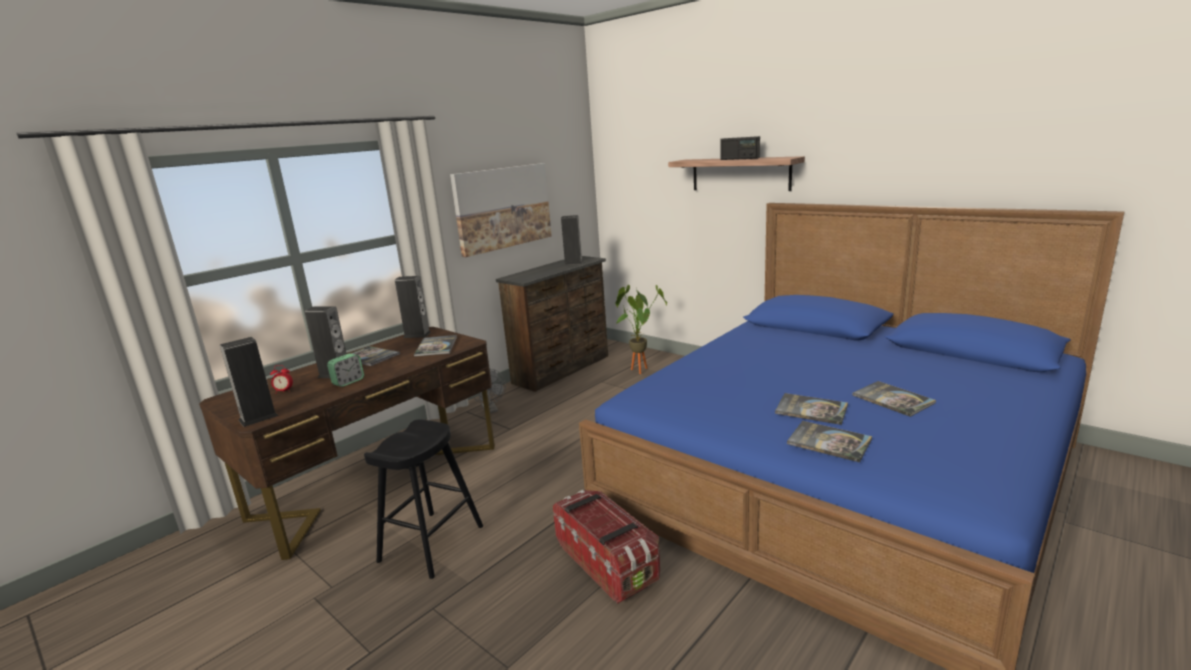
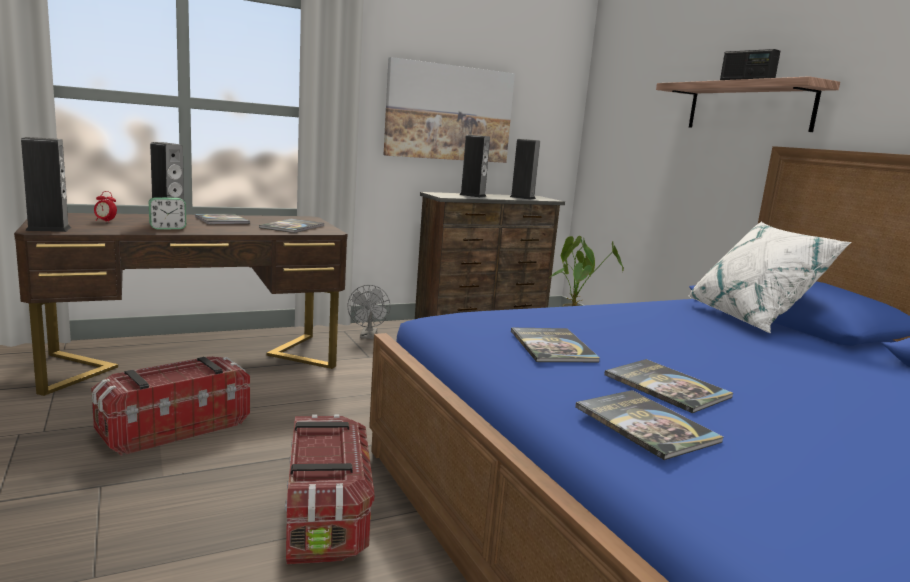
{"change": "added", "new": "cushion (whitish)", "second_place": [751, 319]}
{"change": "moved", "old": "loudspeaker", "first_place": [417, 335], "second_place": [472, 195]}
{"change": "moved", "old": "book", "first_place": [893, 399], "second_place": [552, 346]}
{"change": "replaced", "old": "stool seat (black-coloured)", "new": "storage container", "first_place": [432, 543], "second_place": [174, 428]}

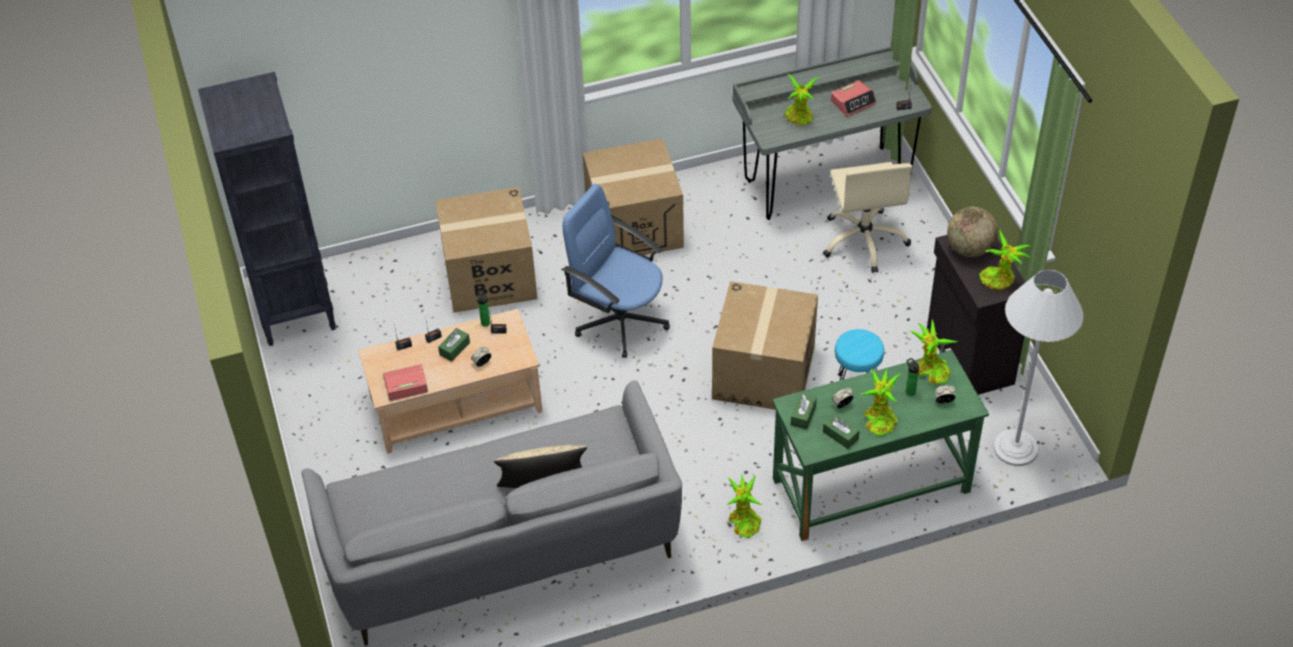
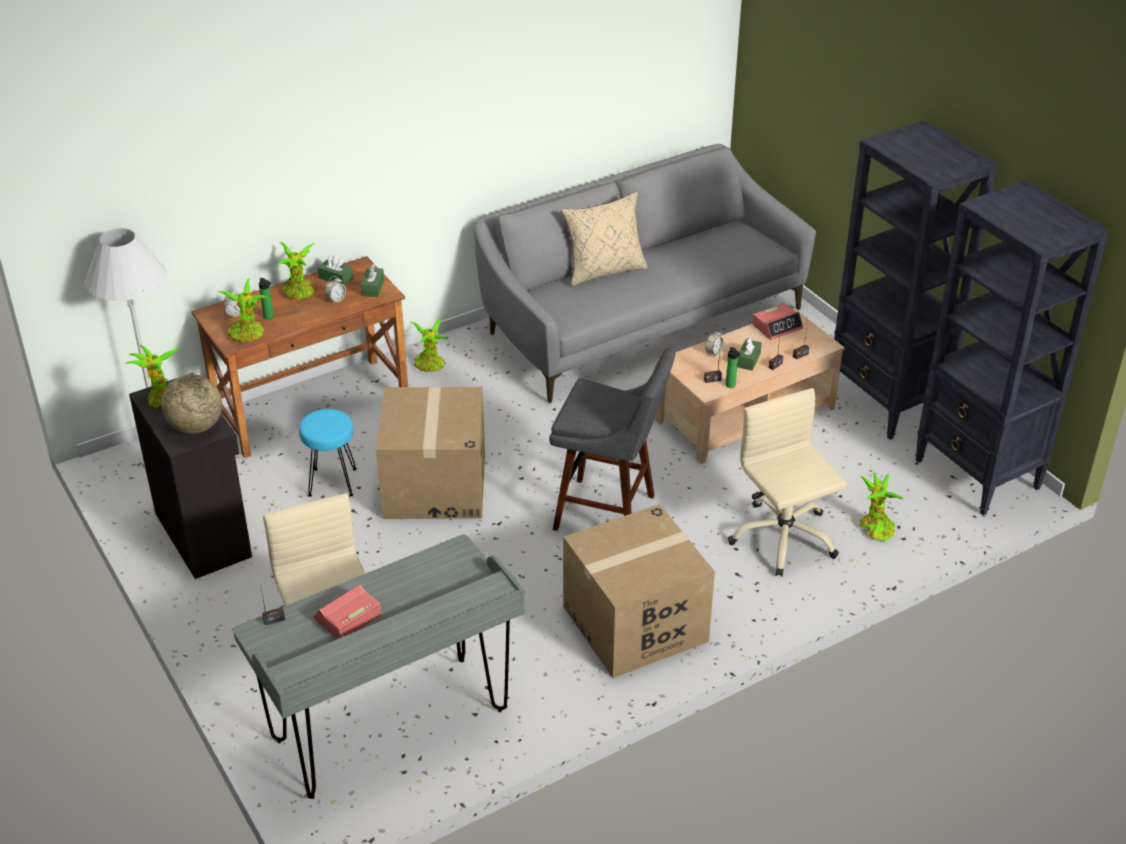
{"change": "added", "new": "bookcase (black-coloured)", "second_place": [887, 404]}
{"change": "moved", "old": "potted plant", "first_place": [799, 118], "second_place": [875, 528]}
{"change": "replaced", "old": "carton", "new": "desk chair (beige)", "first_place": [489, 275], "second_place": [782, 538]}
{"change": "replaced", "old": "desk chair (blue-coloured)", "new": "stool seat (gray)", "first_place": [620, 320], "second_place": [610, 514]}
{"change": "recoloured", "old": "desk unit (green)", "new": "desk unit (brownish)", "first_place": [871, 486], "second_place": [312, 406]}

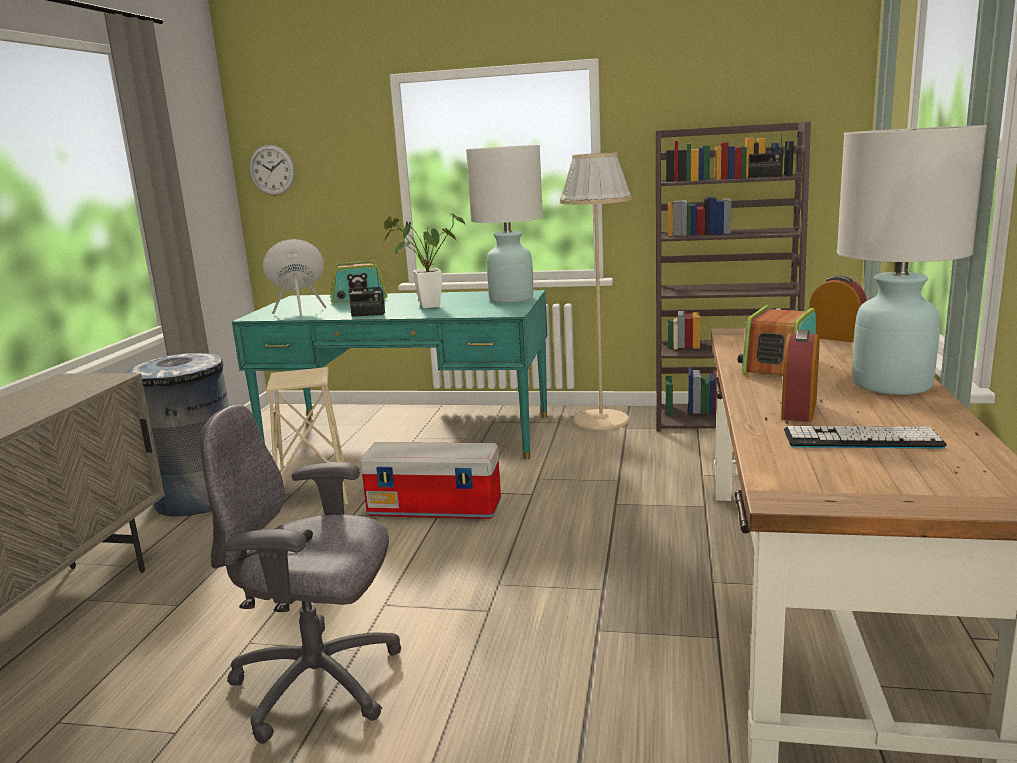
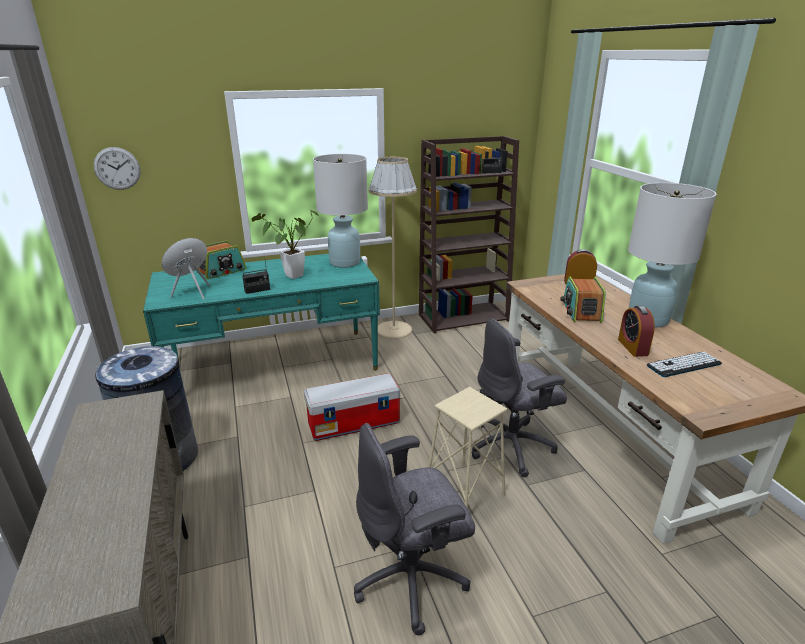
{"change": "added", "new": "desk chair (gray)", "second_place": [512, 446]}
{"change": "moved", "old": "stool seat (beige)", "first_place": [313, 494], "second_place": [464, 493]}

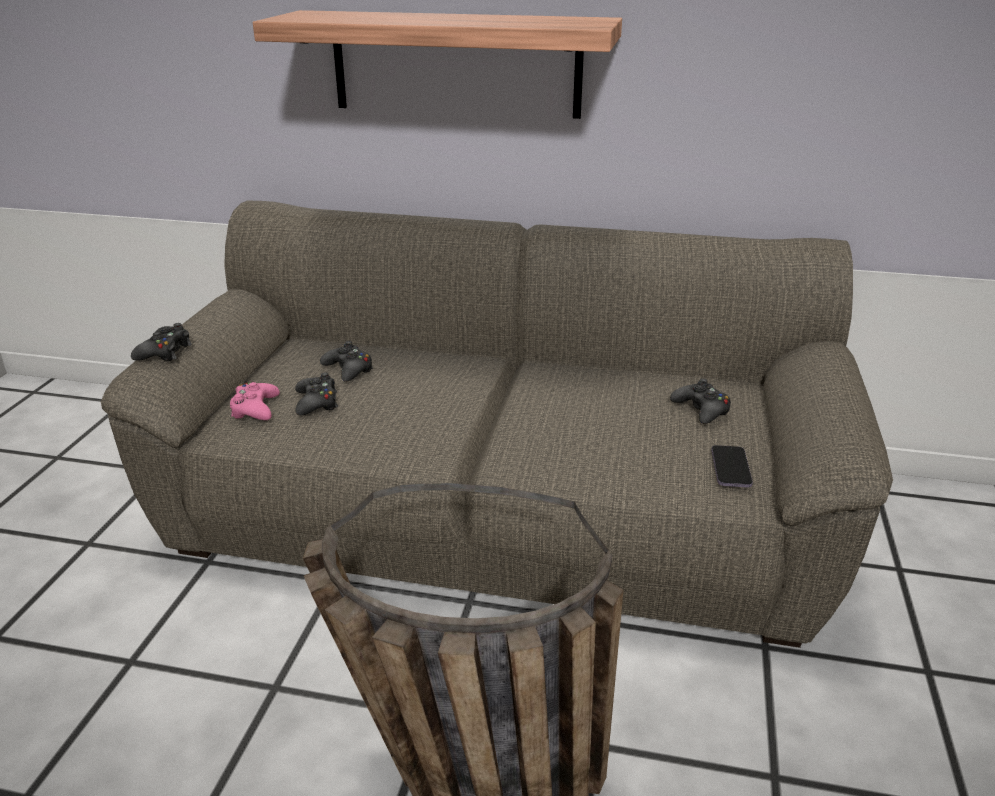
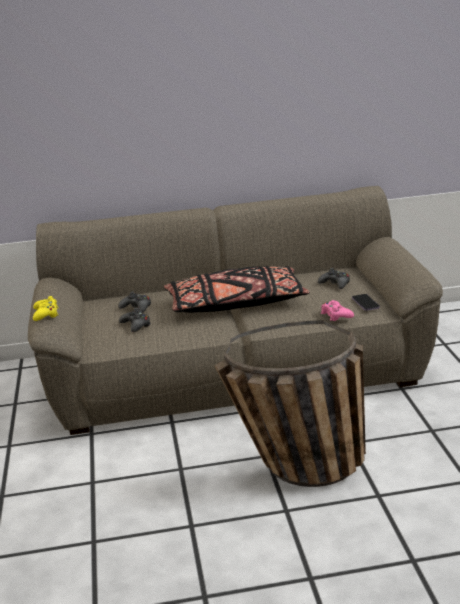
{"change": "removed", "old": "shelf", "first_place": [456, 64]}
{"change": "added", "new": "cushion (black-coloured)", "second_place": [235, 304]}
{"change": "moved", "old": "gamepad (pinkish)", "first_place": [255, 409], "second_place": [336, 315]}
{"change": "recoloured", "old": "gamepad (black-coloured)", "new": "gamepad (yellowish)", "first_place": [164, 352], "second_place": [46, 314]}

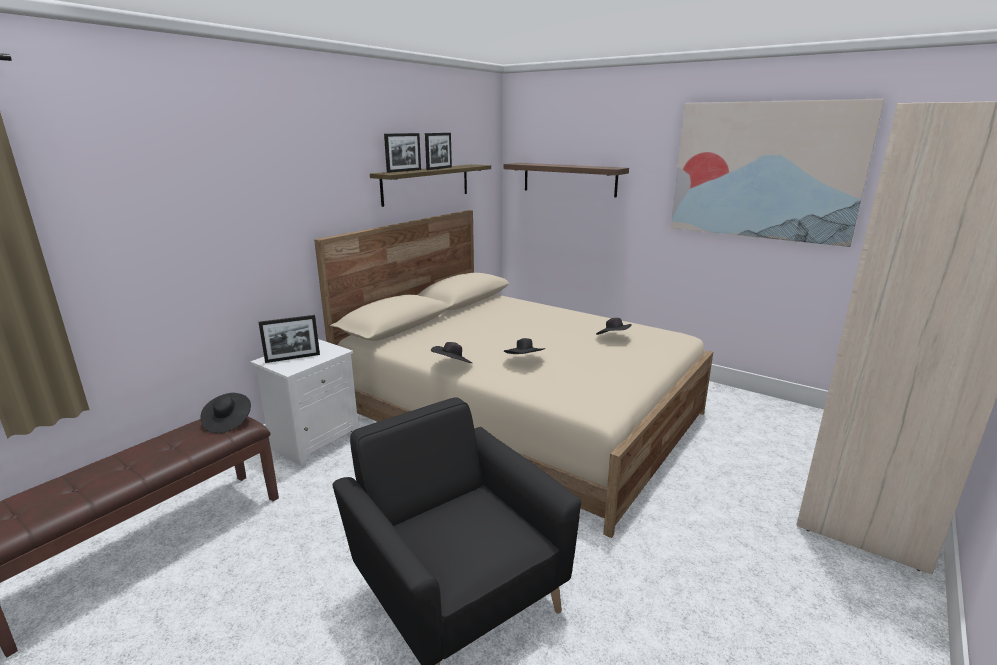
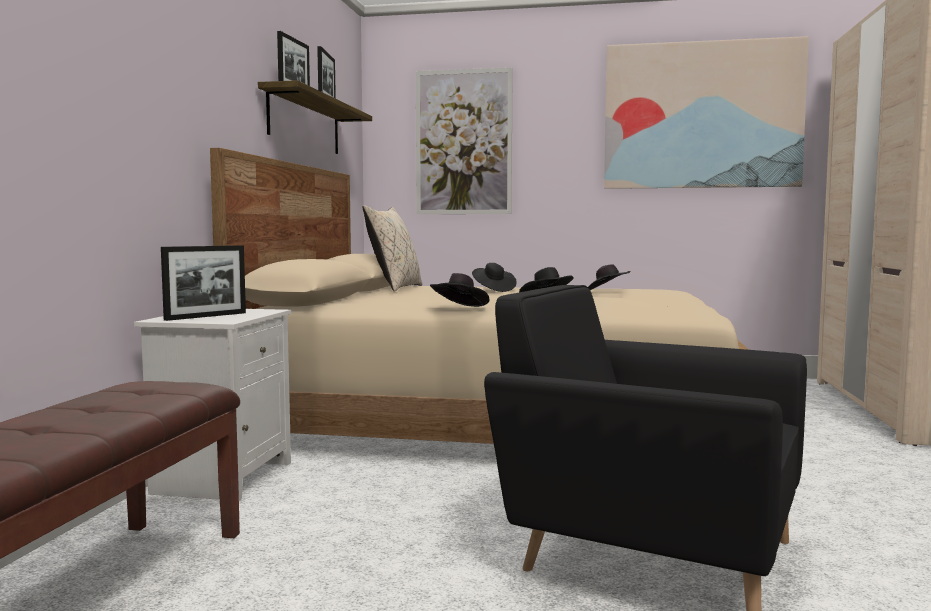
{"change": "added", "new": "cushion (beige)", "second_place": [394, 288]}
{"change": "moved", "old": "wearable hat (black-coloured)", "first_place": [228, 422], "second_place": [493, 290]}
{"change": "replaced", "old": "shelf", "new": "wall picture", "first_place": [569, 179], "second_place": [463, 142]}

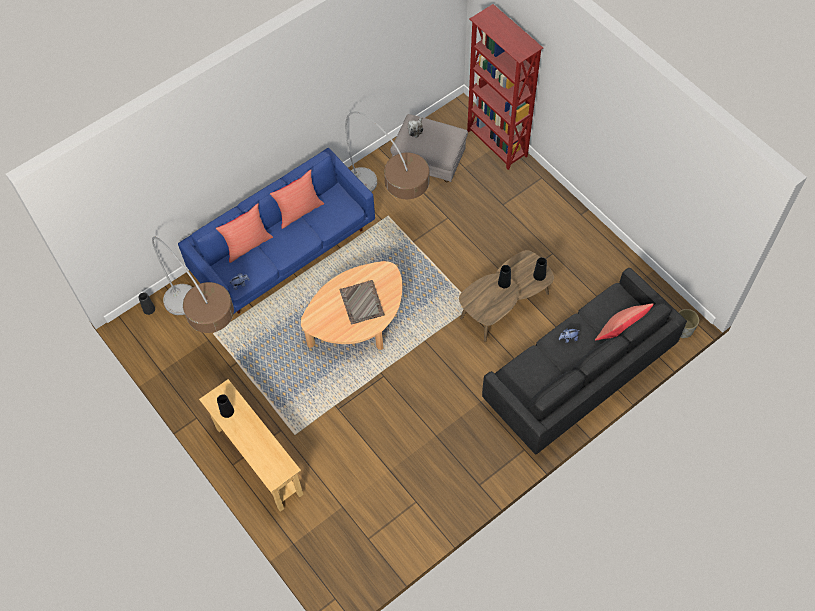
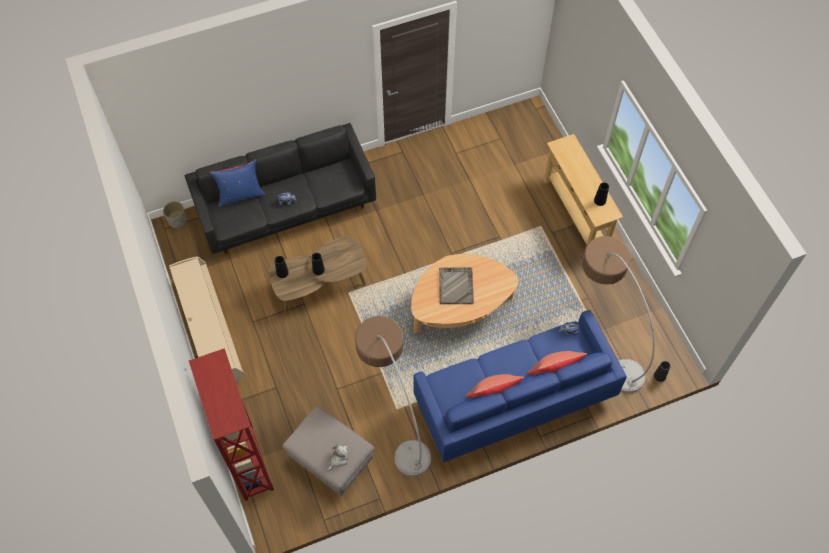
{"change": "added", "new": "media console (beige)", "second_place": [210, 330]}
{"change": "recoloured", "old": "cushion (red-coloured)", "new": "cushion (blue-coloured)", "first_place": [620, 332], "second_place": [240, 195]}

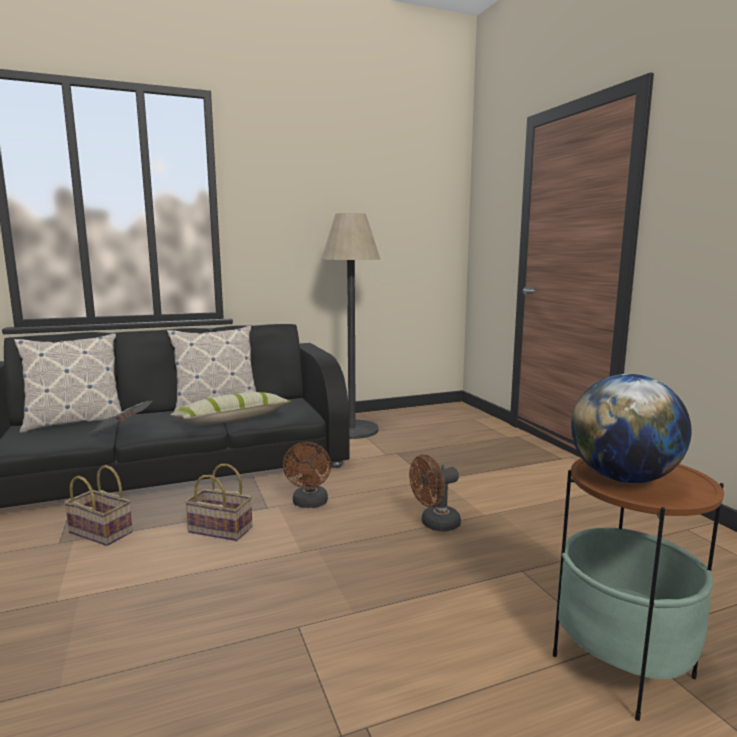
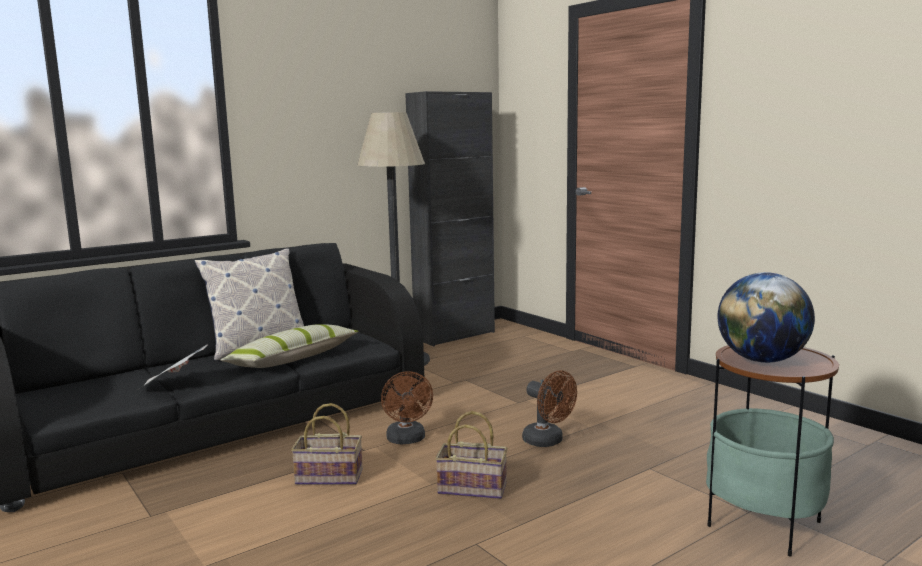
{"change": "removed", "old": "cushion", "first_place": [75, 422]}
{"change": "added", "new": "storage cabinet (black-coloured)", "second_place": [454, 335]}
{"change": "moved", "old": "household basket", "first_place": [103, 532], "second_place": [474, 488]}
{"change": "turned", "old": "fan (brownish)", "first_place": [435, 524], "second_place": [548, 441], "degrees": -90}

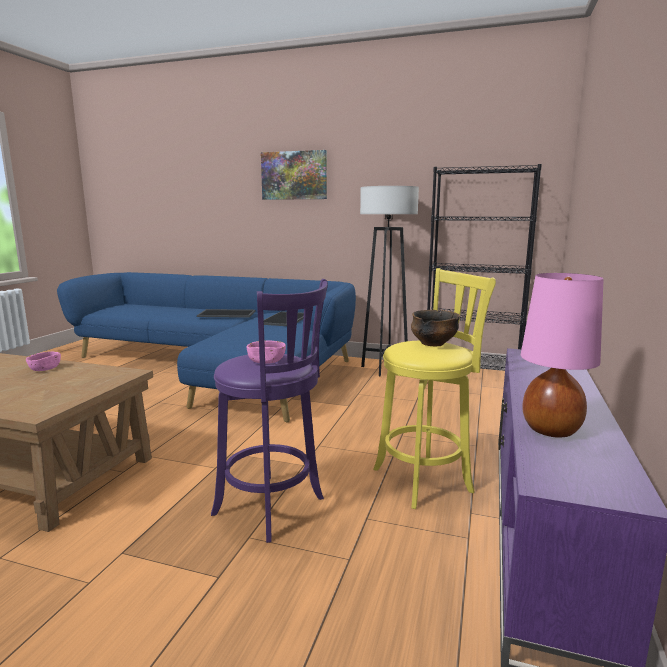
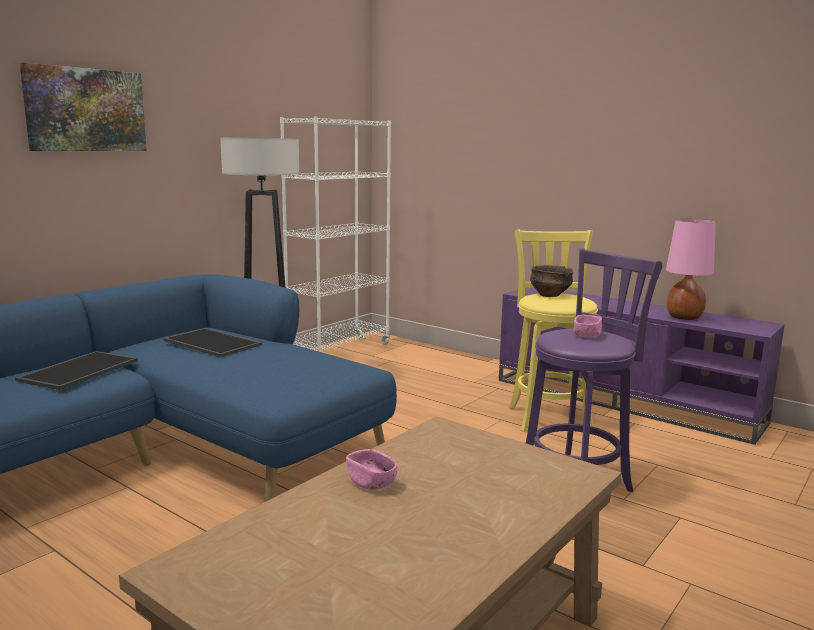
{"change": "recoloured", "old": "bookcase (black-coloured)", "new": "bookcase (whitish)", "first_place": [471, 375], "second_place": [339, 351]}

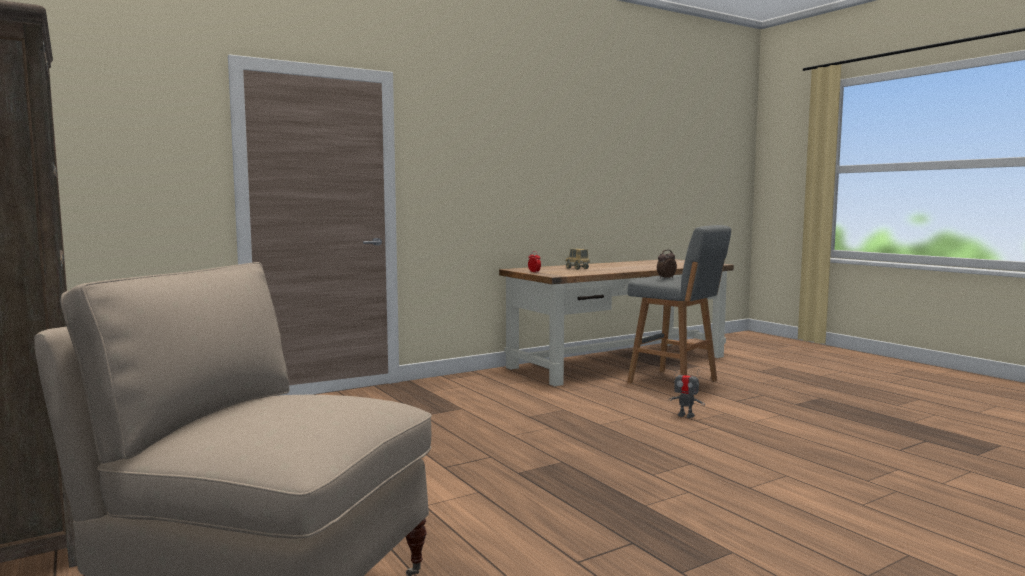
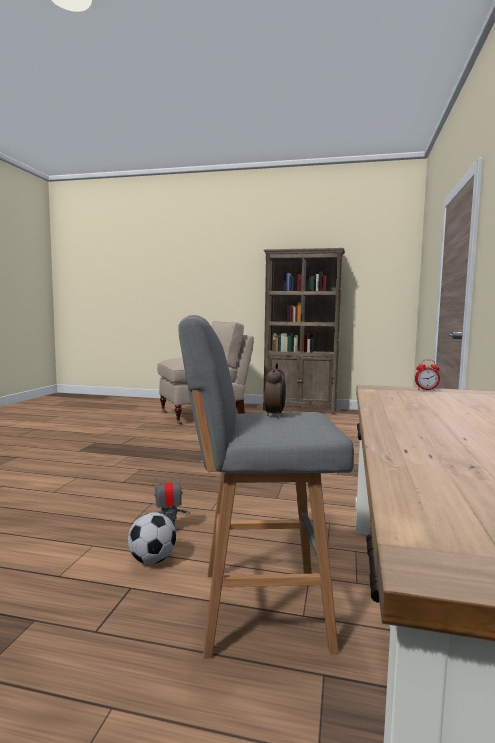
{"change": "removed", "old": "toy truck", "first_place": [577, 268]}
{"change": "added", "new": "football", "second_place": [152, 560]}

